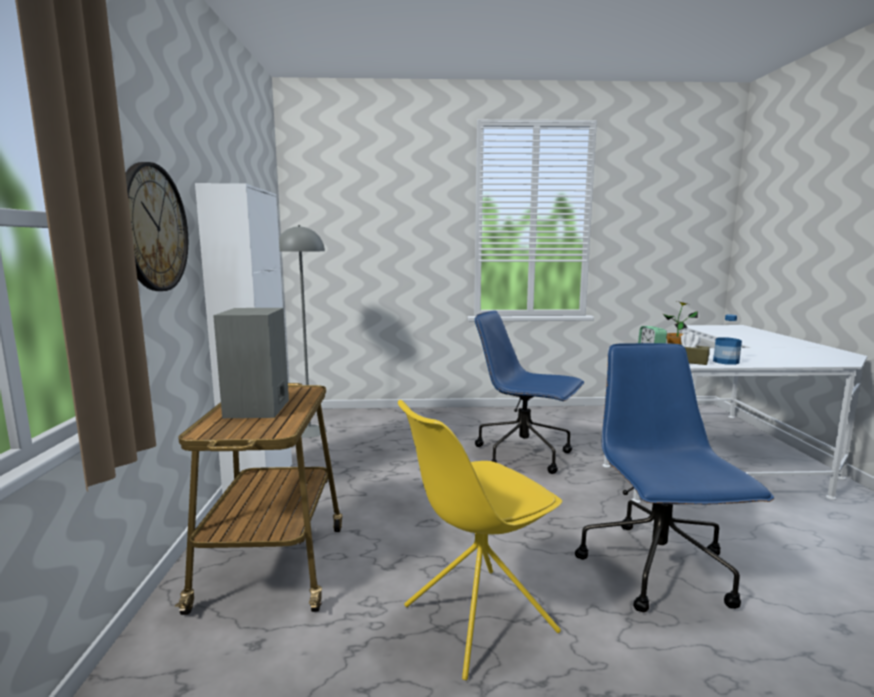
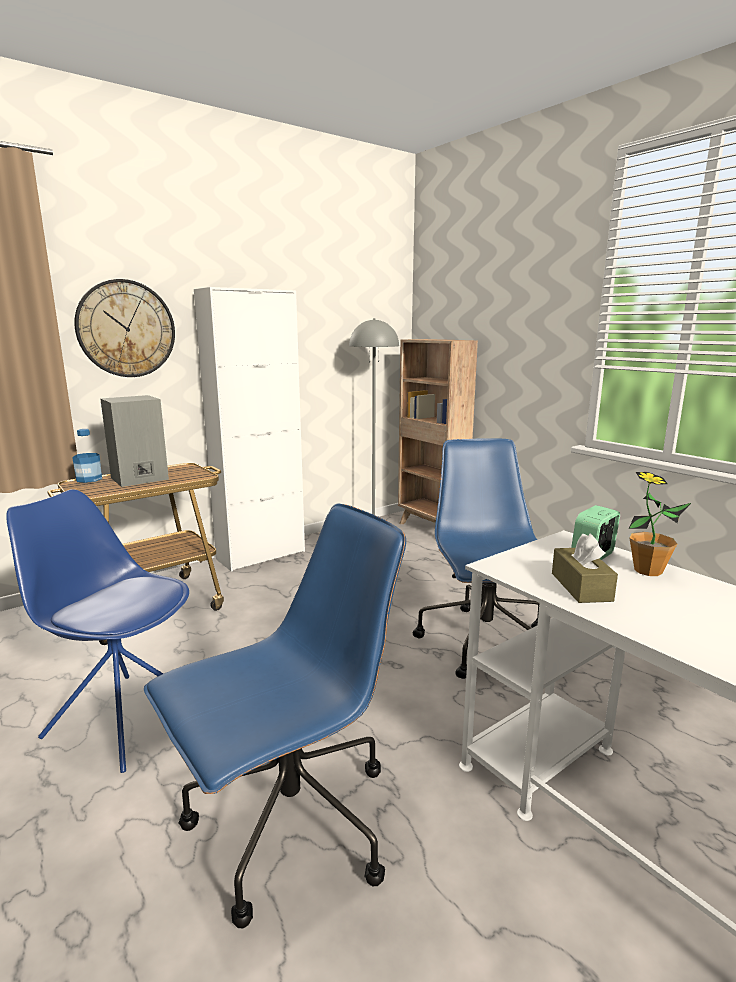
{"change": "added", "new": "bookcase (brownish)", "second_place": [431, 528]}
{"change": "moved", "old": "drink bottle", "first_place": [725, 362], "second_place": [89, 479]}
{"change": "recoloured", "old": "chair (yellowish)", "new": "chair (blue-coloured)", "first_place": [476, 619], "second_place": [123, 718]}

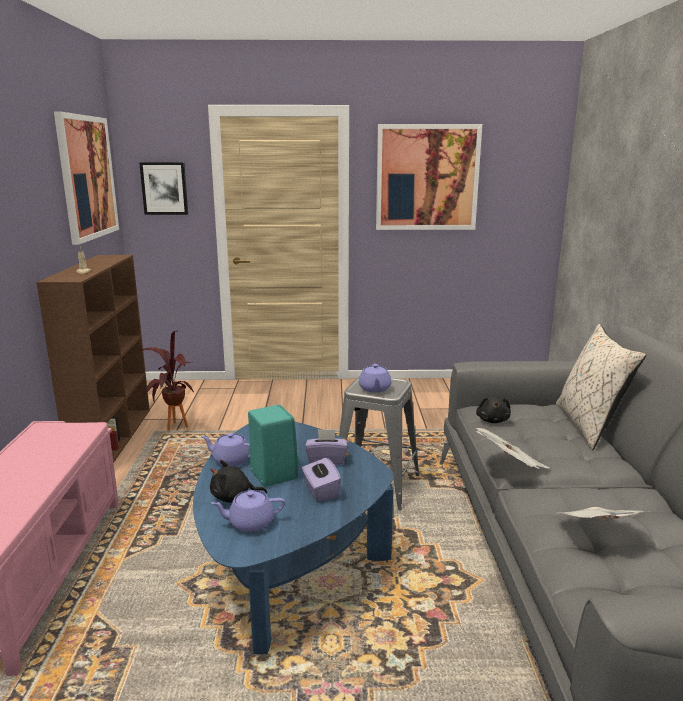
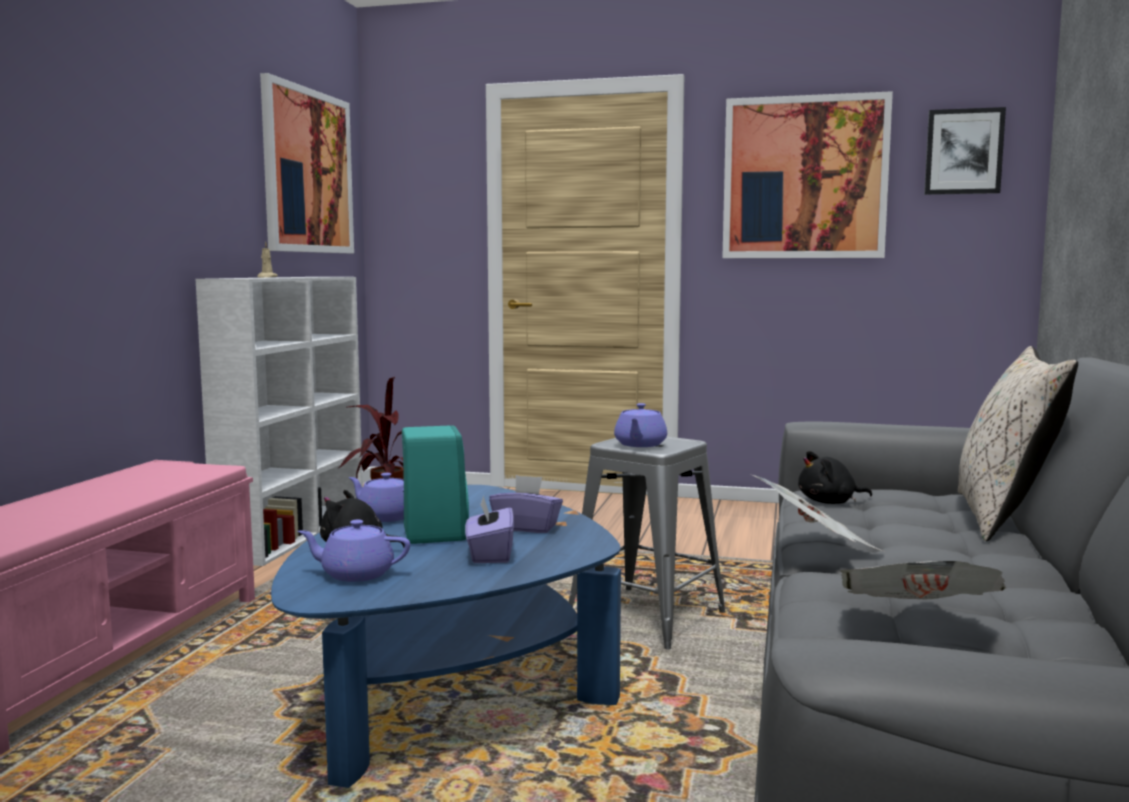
{"change": "moved", "old": "wall picture", "first_place": [164, 188], "second_place": [963, 152]}
{"change": "recoloured", "old": "bookcase (brownish)", "new": "bookcase (whitish)", "first_place": [112, 437], "second_place": [295, 532]}
{"change": "turned", "old": "plush toy (black-coloured)", "first_place": [492, 420], "second_place": [830, 502], "degrees": 60}

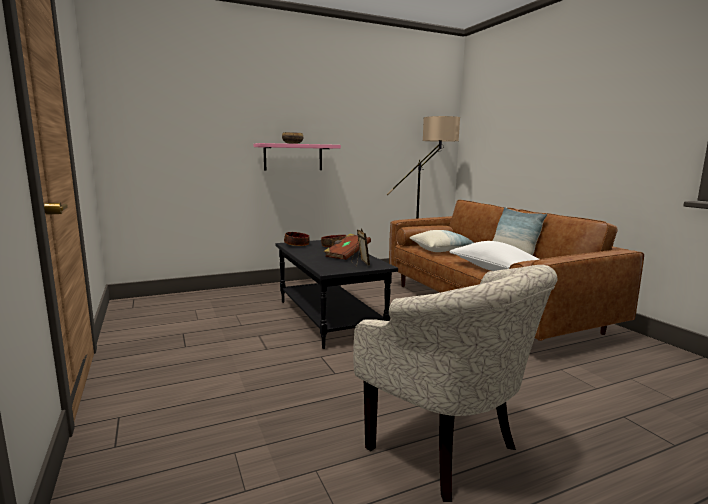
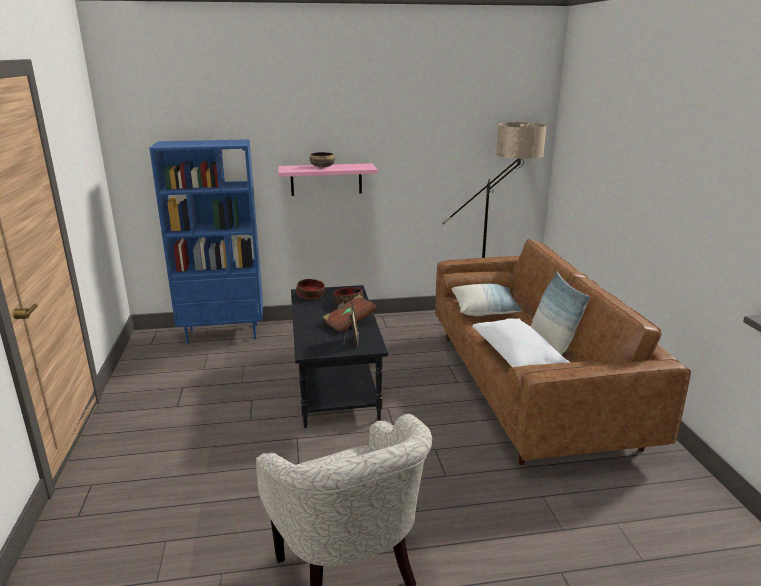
{"change": "added", "new": "bookcase (blue-coloured)", "second_place": [223, 334]}

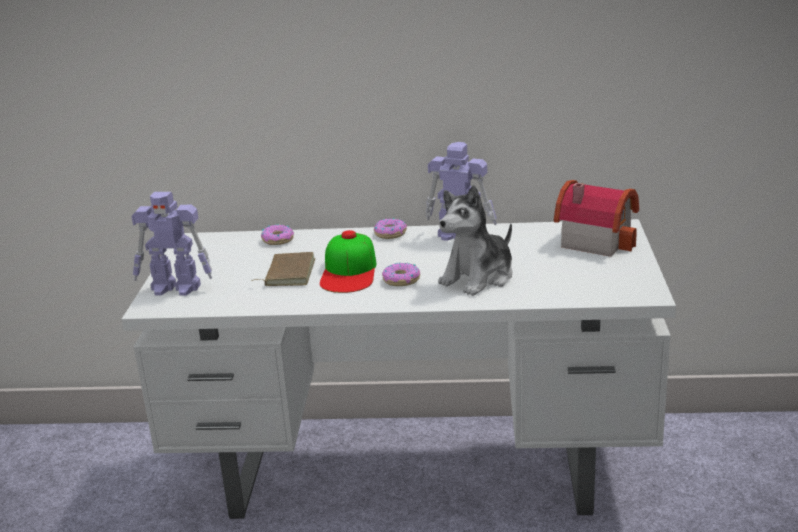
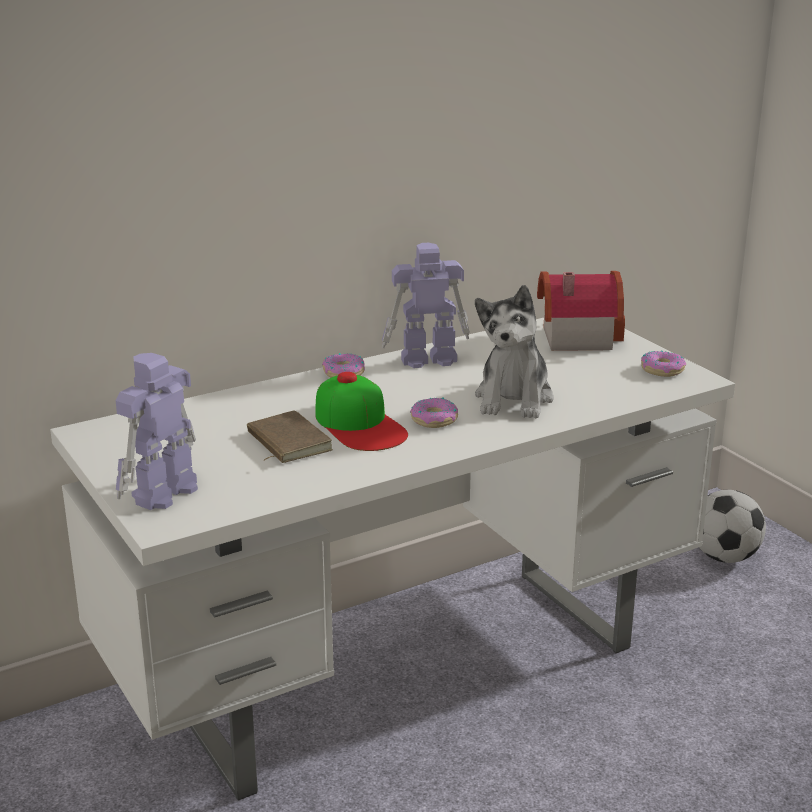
{"change": "added", "new": "football", "second_place": [725, 557]}
{"change": "moved", "old": "doughnut", "first_place": [278, 240], "second_place": [662, 370]}
{"change": "turned", "old": "robot figure", "first_place": [177, 288], "second_place": [163, 493], "degrees": 150}

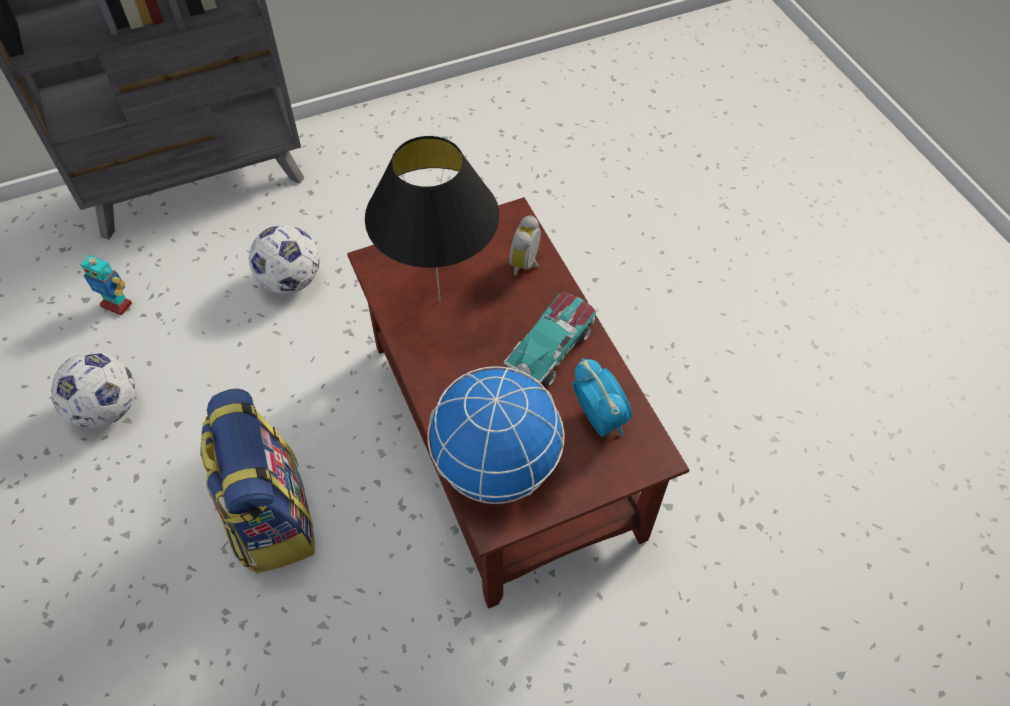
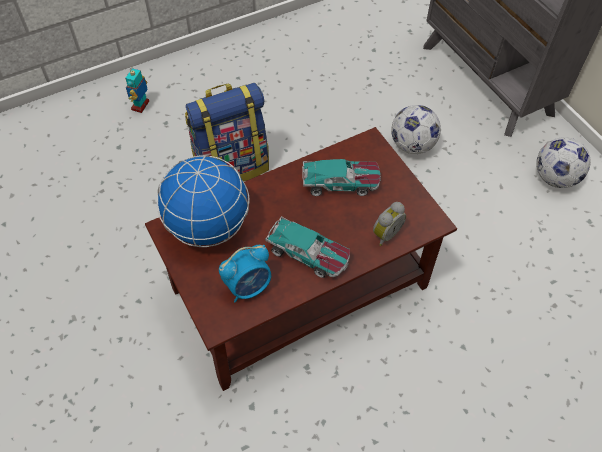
{"change": "moved", "old": "football", "first_place": [106, 409], "second_place": [554, 178]}
{"change": "moved", "old": "robot figure", "first_place": [117, 304], "second_place": [141, 106]}
{"change": "replaced", "old": "lamp for a table (black-coloured)", "new": "miniature car", "first_place": [439, 301], "second_place": [341, 182]}
{"change": "turned", "old": "bedside clock", "first_place": [527, 264], "second_place": [385, 234], "degrees": 120}

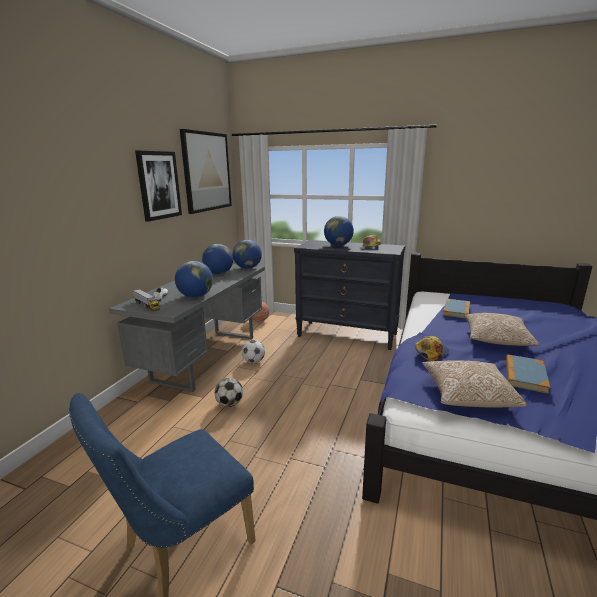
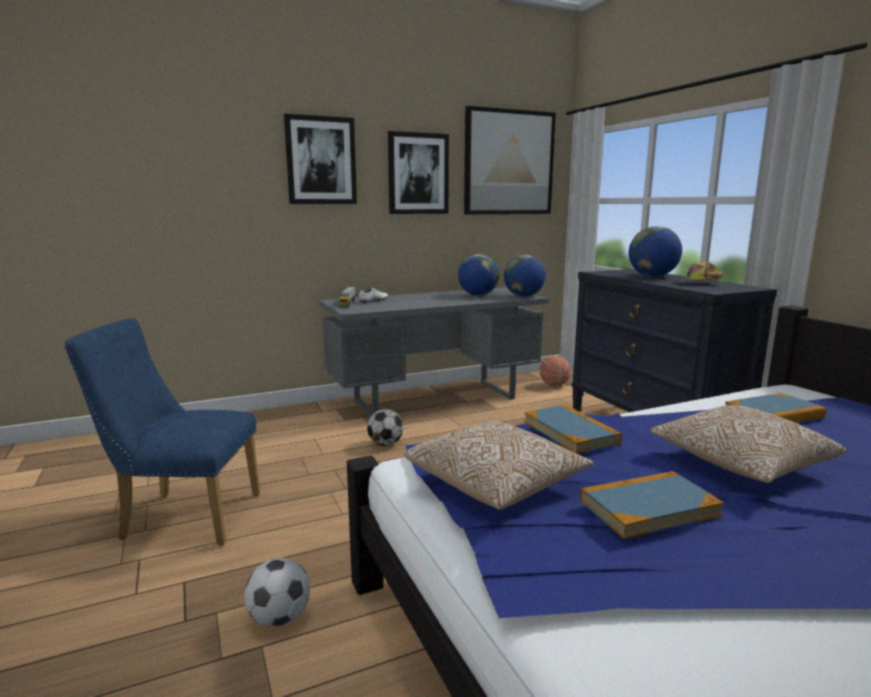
{"change": "removed", "old": "world globe", "first_place": [196, 296]}
{"change": "added", "new": "wall picture", "second_place": [321, 161]}
{"change": "moved", "old": "football", "first_place": [254, 361], "second_place": [279, 618]}
{"change": "replaced", "old": "cap", "new": "book", "first_place": [431, 352], "second_place": [570, 432]}

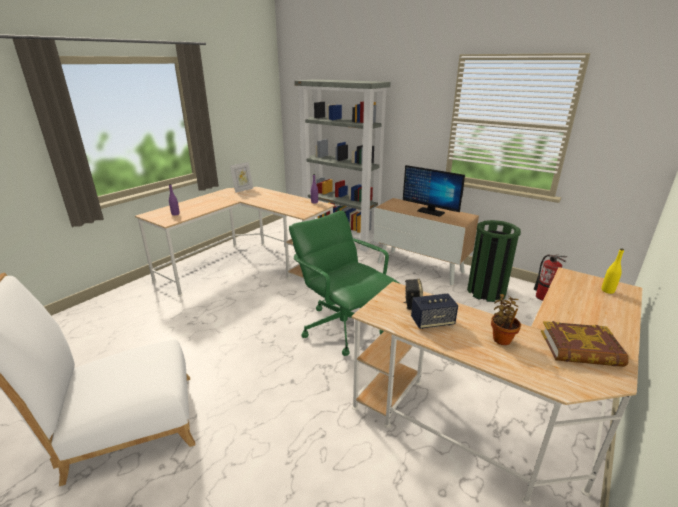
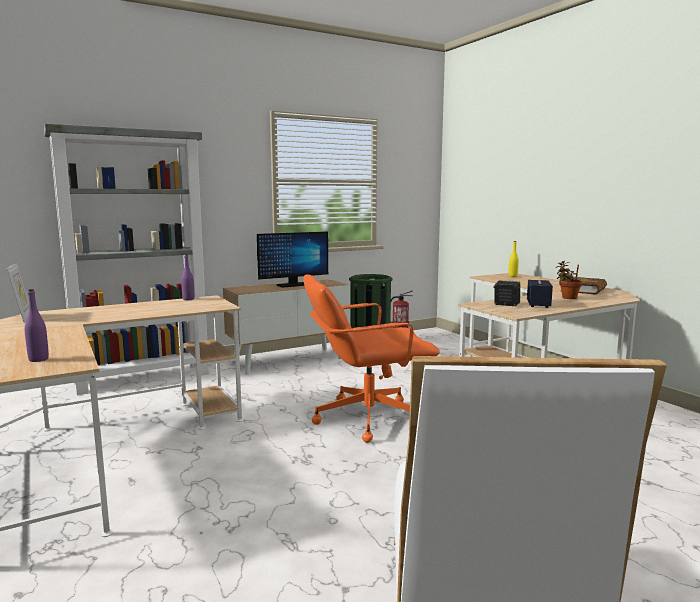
{"change": "recoloured", "old": "desk chair (green)", "new": "desk chair (orangey)", "first_place": [343, 327], "second_place": [366, 418]}

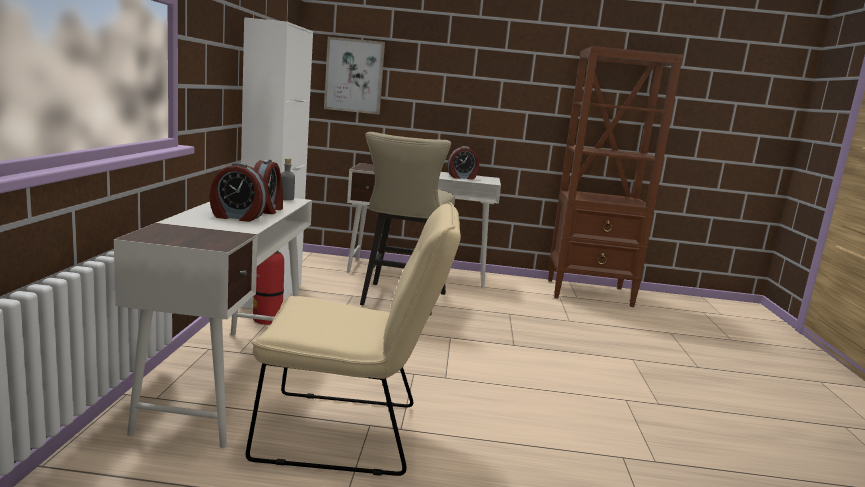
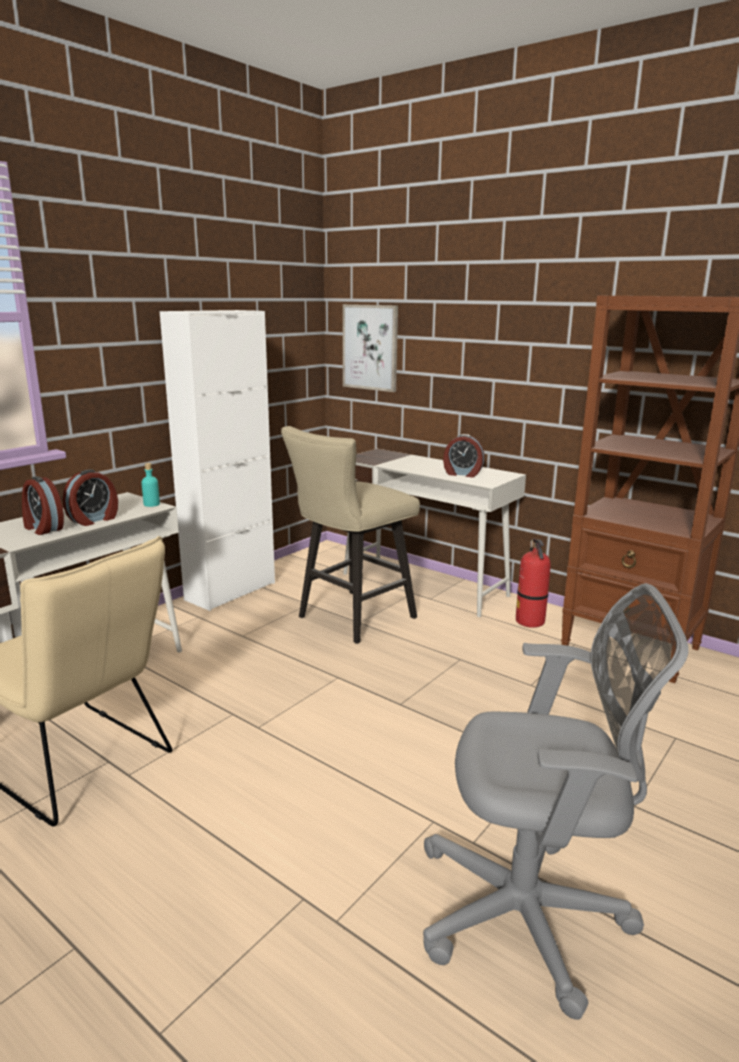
{"change": "added", "new": "desk chair (gray)", "second_place": [531, 916]}
{"change": "moved", "old": "fire-fighting cylinder", "first_place": [268, 320], "second_place": [530, 621]}
{"change": "recoloured", "old": "drink bottle (gray)", "new": "drink bottle (turquoise-coloured)", "first_place": [286, 198], "second_place": [151, 504]}

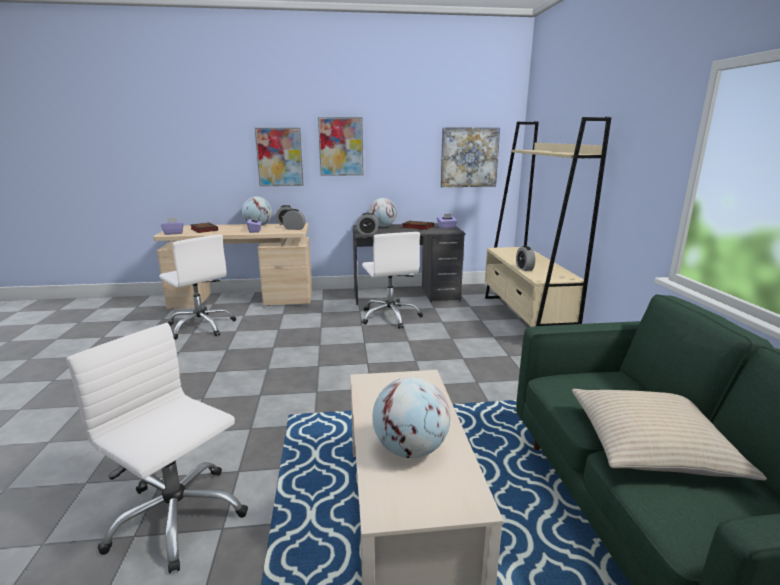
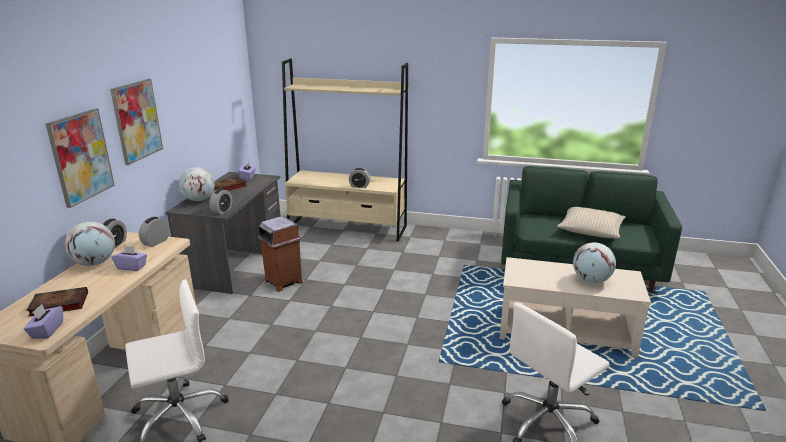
{"change": "removed", "old": "wall picture", "first_place": [469, 157]}
{"change": "replaced", "old": "desk chair (whitish)", "new": "rubbish bin (brownish)", "first_place": [390, 316], "second_place": [283, 281]}

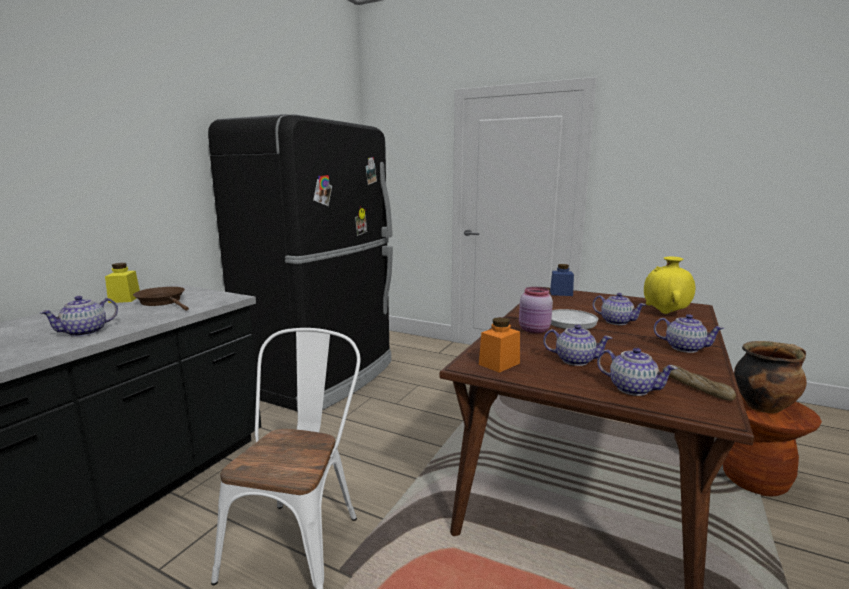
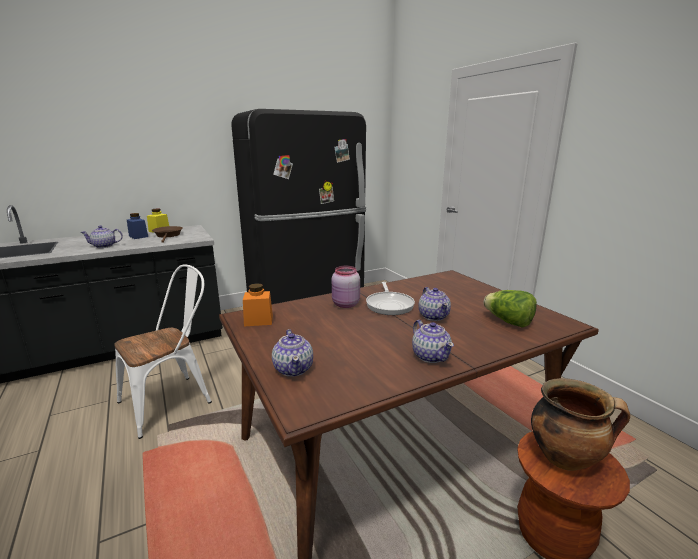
{"change": "removed", "old": "teapot", "first_place": [574, 360]}
{"change": "removed", "old": "bakery bread", "first_place": [696, 387]}
{"change": "moved", "old": "storage jar (blue-coloured)", "first_place": [561, 293], "second_place": [138, 236]}
{"change": "replaced", "old": "decorative vase (yellowish)", "new": "lettuce head", "first_place": [665, 313], "second_place": [508, 322]}

